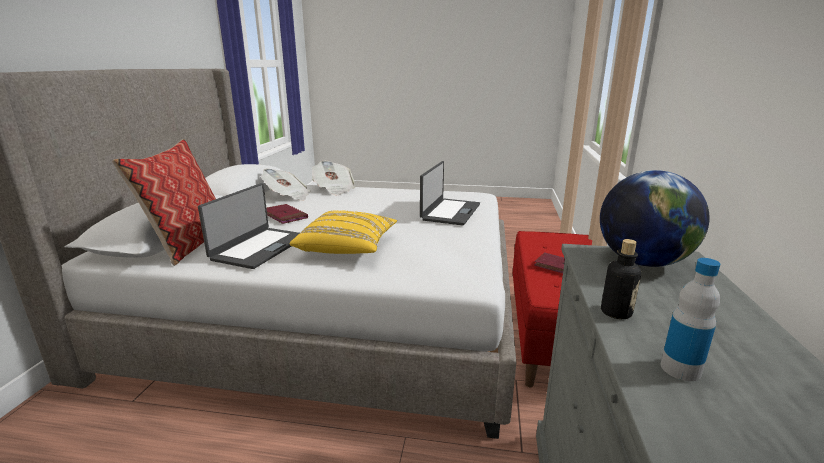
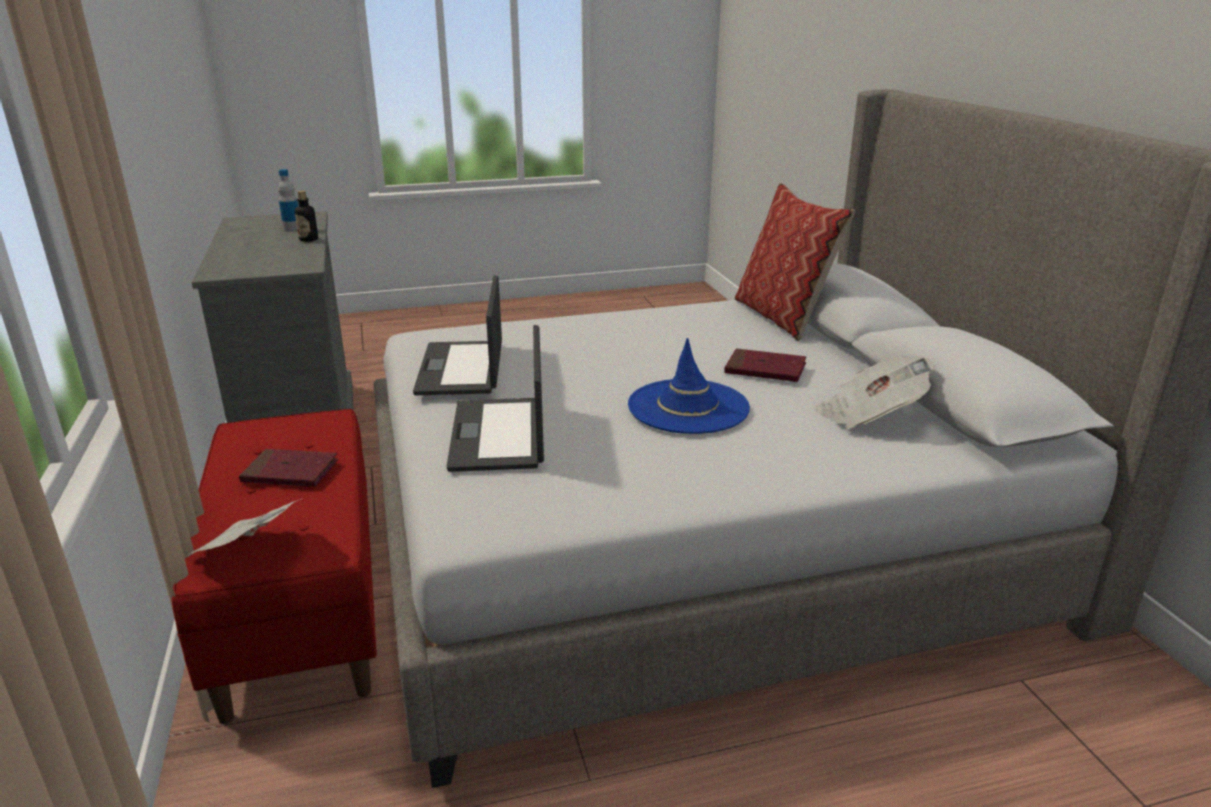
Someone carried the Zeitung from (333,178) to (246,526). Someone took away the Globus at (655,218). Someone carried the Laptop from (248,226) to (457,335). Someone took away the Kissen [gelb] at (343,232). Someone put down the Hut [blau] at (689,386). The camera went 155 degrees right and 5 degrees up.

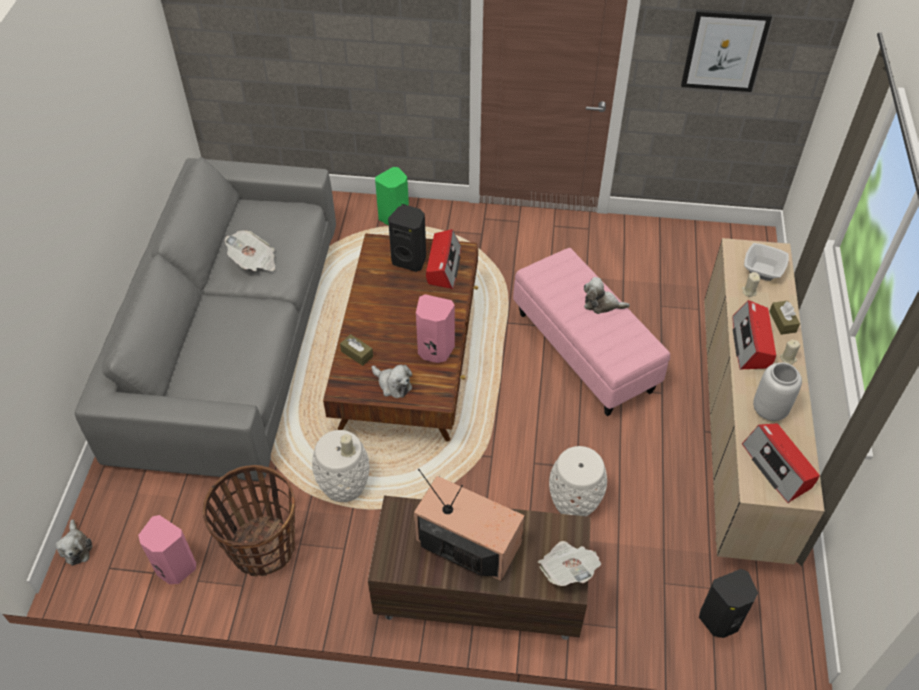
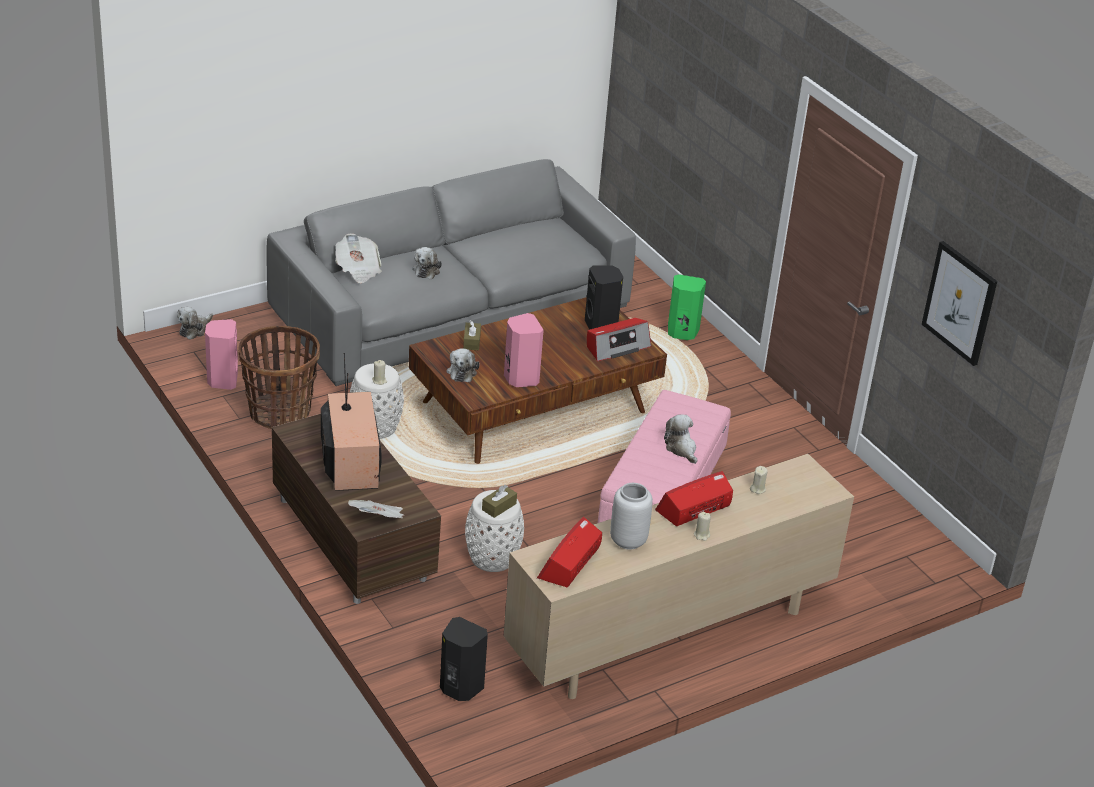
Someone carried the Zeitung from (250,250) to (358,258). Someone took away the Schüssel at (766,262). Someone carried the Taschentuchbox [braun] from (784,318) to (499,501). Someone put down the Plüschtier at (427,263). The camera went 50 degrees right and 15 degrees down.

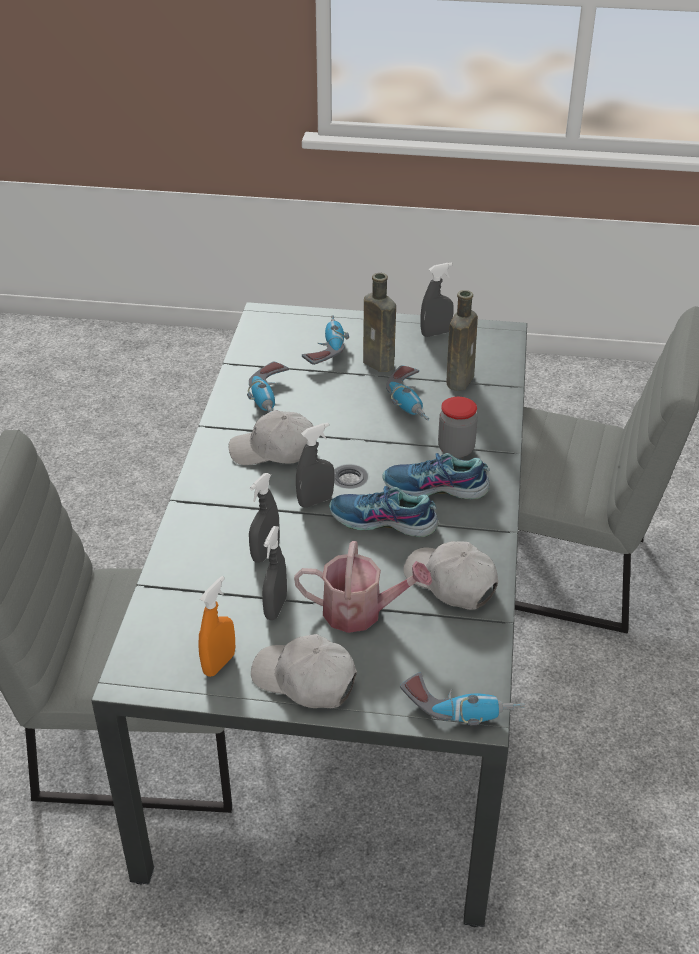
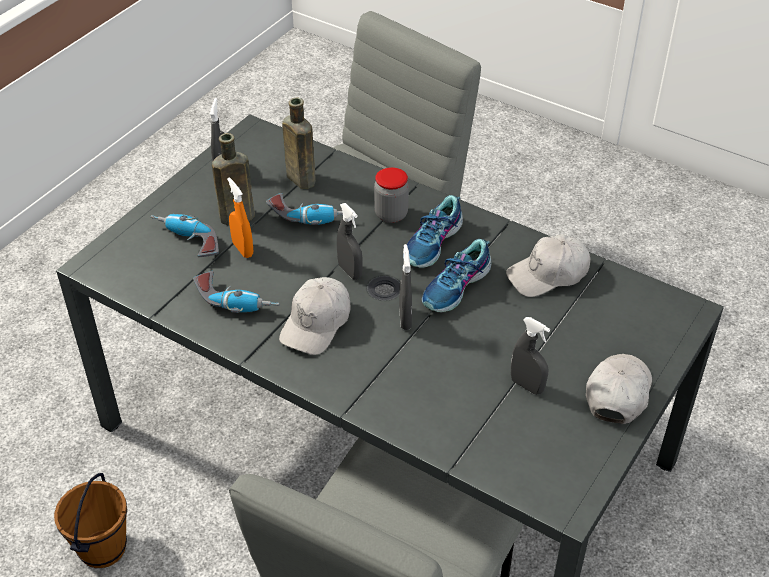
Someone carried the Sprühflasche [grau] from (264,518) to (350,241). Someone took away the Gießkanne at (363,587). Someone carried the Sprühflasche [orange] from (216,626) to (240,218). Someone rotated the Kappe [weiß] at (304,671) by 150 degrees clockwise. Someone took away the Bohrmaschine at (462,698). Someone put down the Eimer [braun] at (90,520). The camera went 65 degrees left and 5 degrees up.

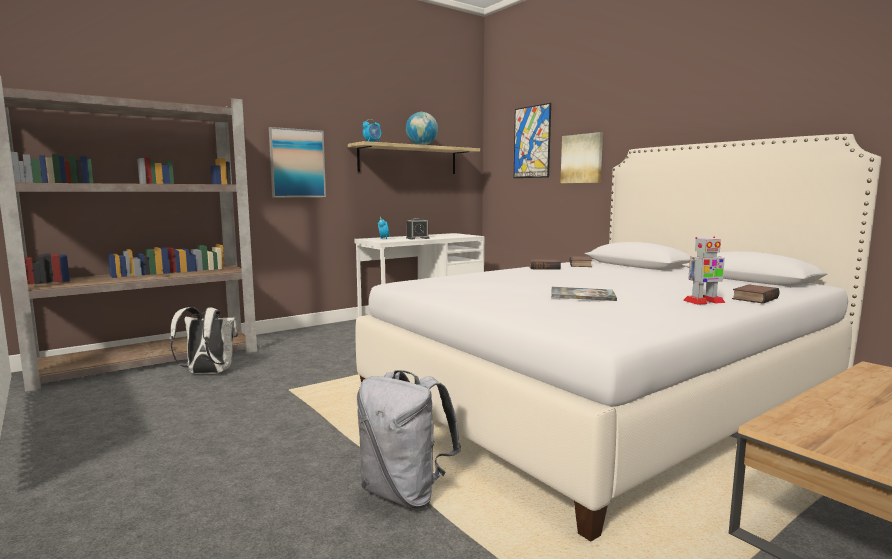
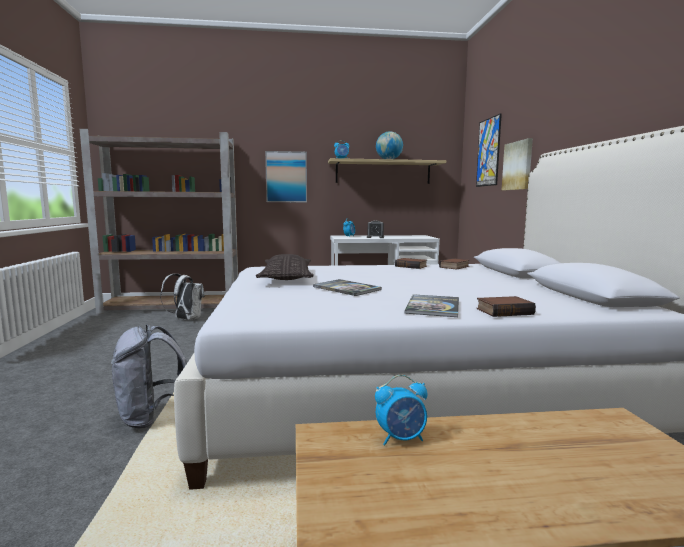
Someone swapped the Spielzeugroboter at (704,271) for the Buch at (432,305). Someone put down the Kissen at (285,267). Someone put down the Wecker at (401,410). The camera went 30 degrees right and 0 degrees up.

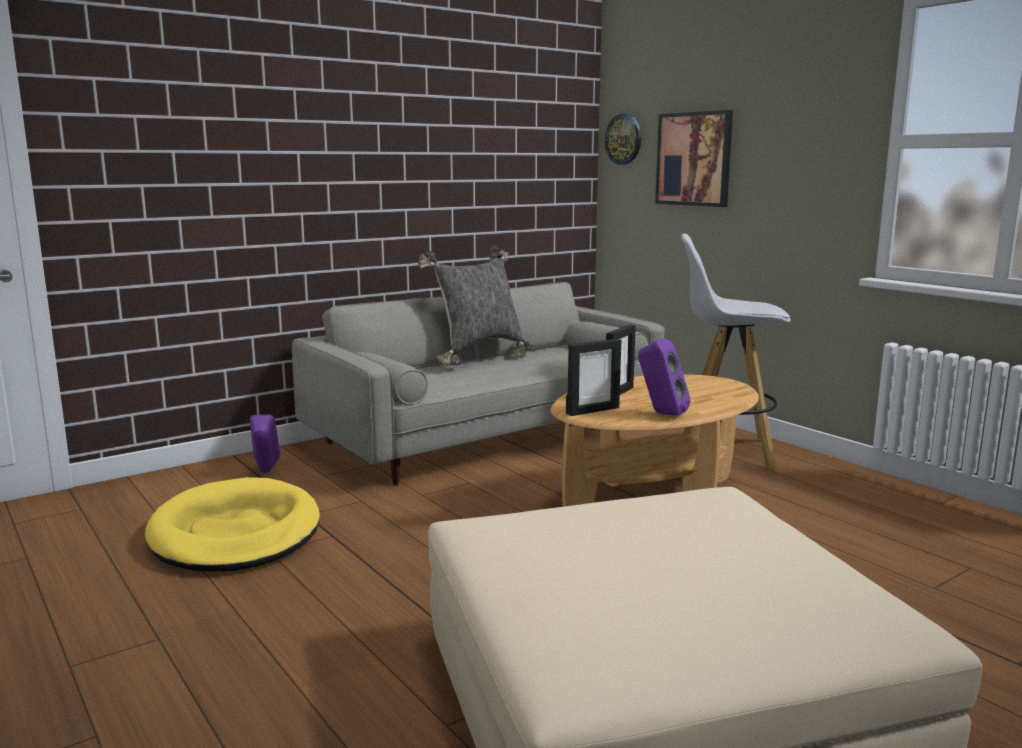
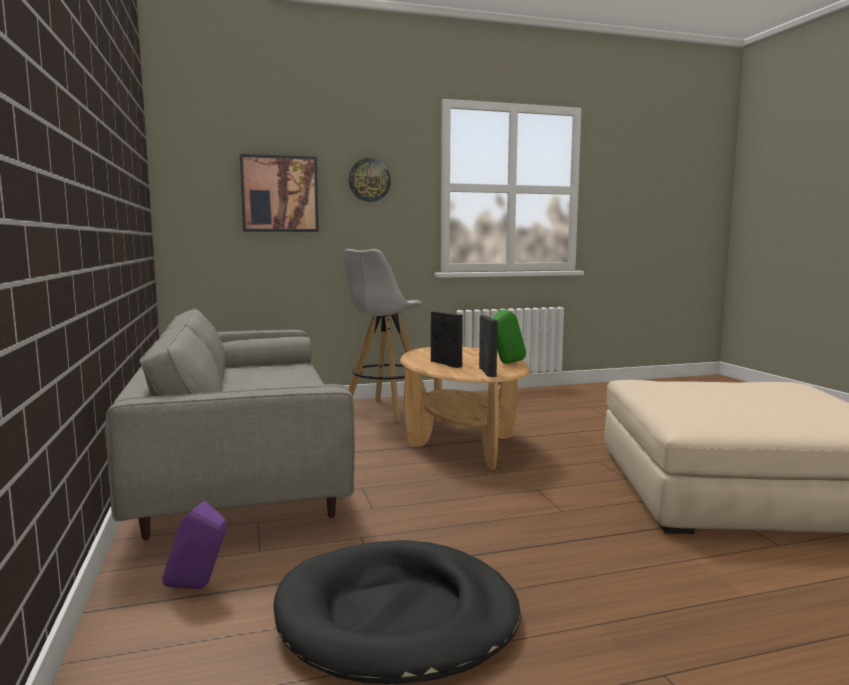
Someone carried the Wanduhr from (623,139) to (370,180). Someone took away the Kissen at (475,305). Someone repainted the Lautsprecher [lila] at (664,377), which became the Lautsprecher [grün] at (509,337). Someone repainted the Hundebett [gelb] at (232,524), which became the Hundebett [schwarz] at (397,612). The camera went 70 degrees left and 5 degrees down.

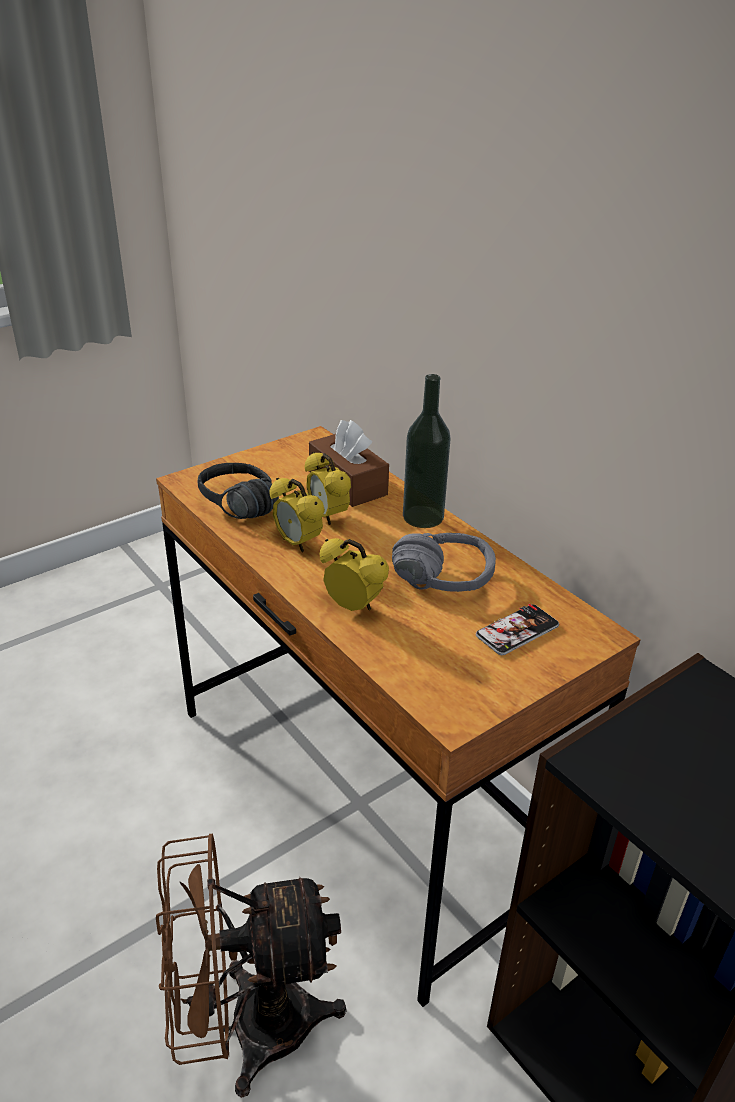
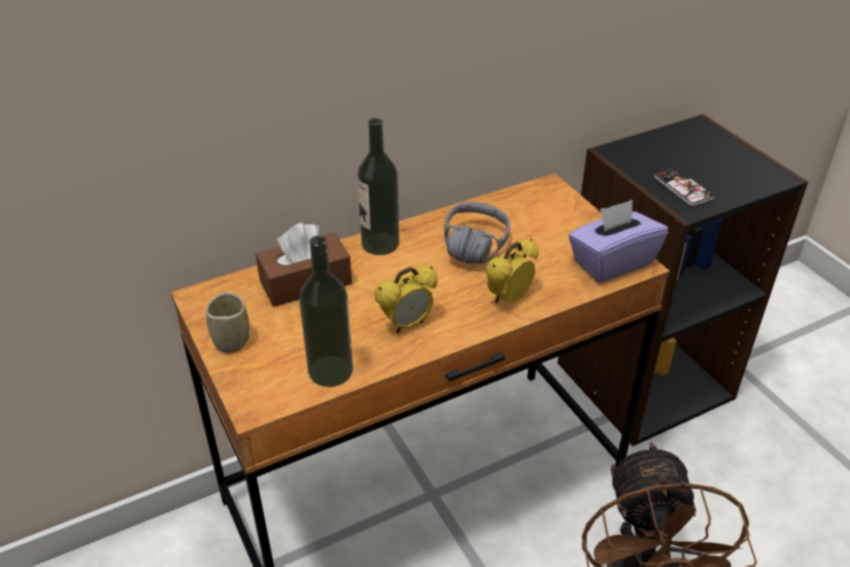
Someone took away the Wecker at (328,488). Someone swapped the Kopfhörer [schwarz] at (238,491) for the Flasche at (326,311). Someone carried the Handy from (517,629) to (684,187). Someone put down the Taschentuchbox [lila] at (618,241). Someone put down the Tasse at (227,323). The camera went 80 degrees left and 5 degrees up.

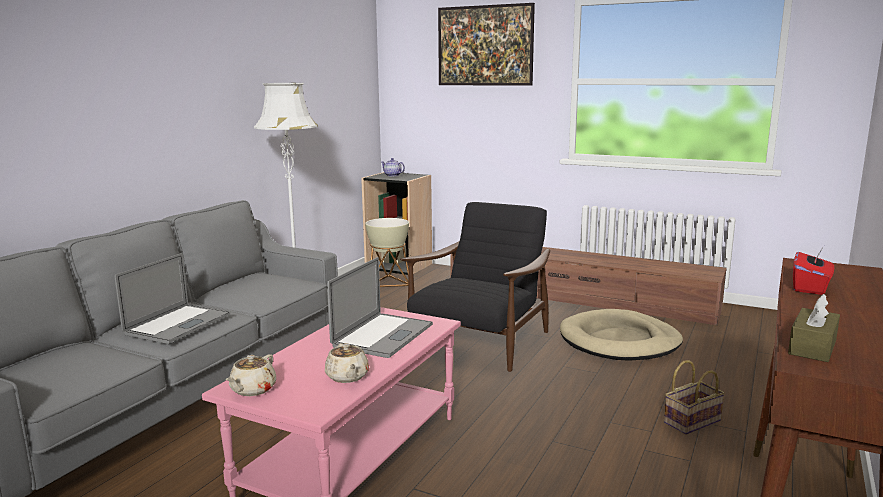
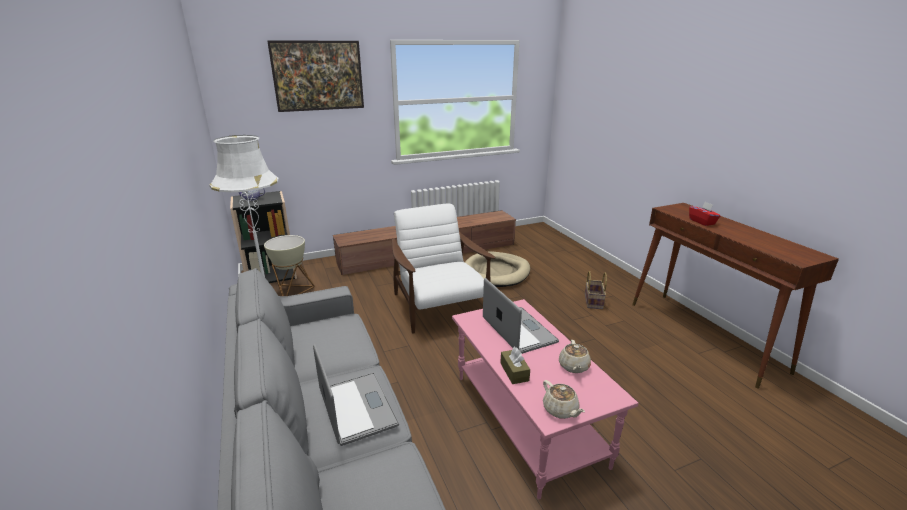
Someone repainted the Sessel [schwarz] at (475,287), which became the Sessel [weiß] at (444,268). Someone carried the Taschentuchbox [braun] from (814,328) to (515,365). Someone rotated the Teekanne [beige] at (347,363) by 75 degrees clockwise. The camera went 50 degrees left and 10 degrees up.

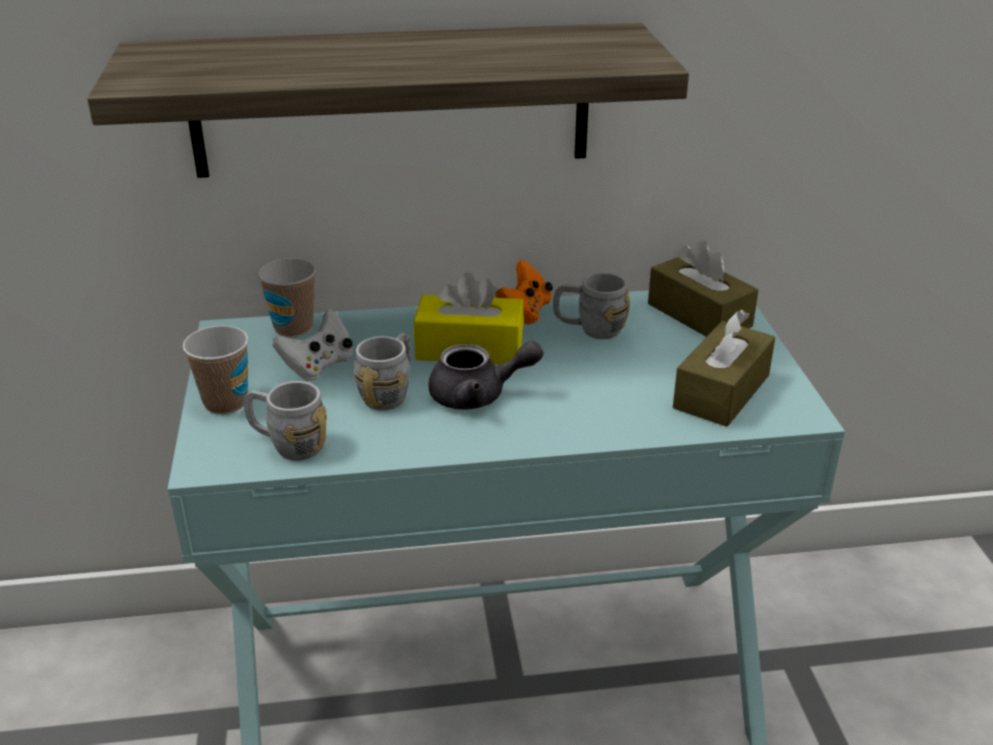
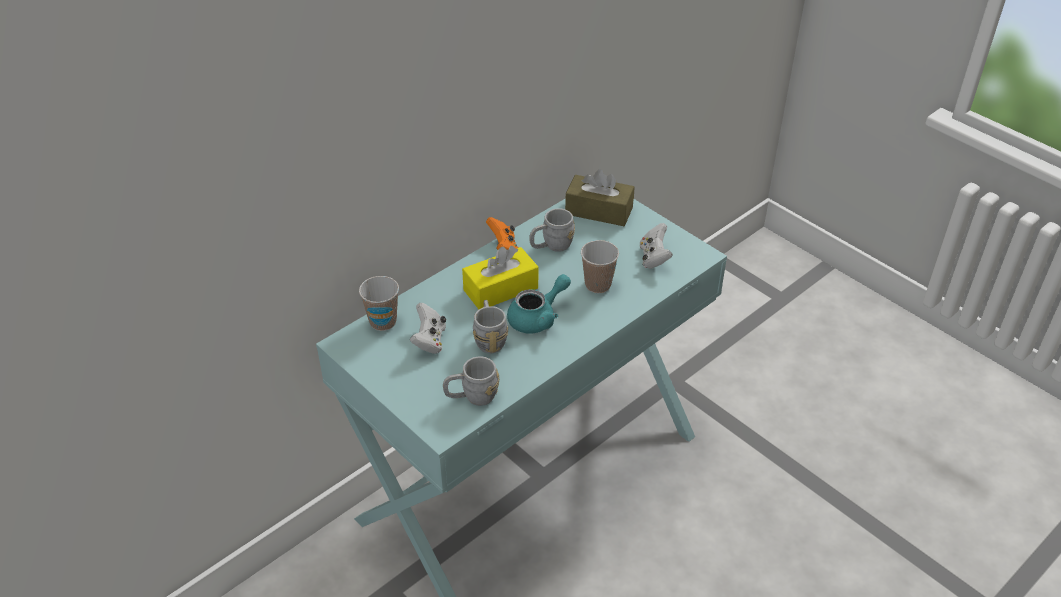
Someone took away the Wandregal at (388,100). Someone swapped the Taschentuchbox [braun] at (724,368) for the Gamepad [weiß] at (656,246). Someone carried the Tasse from (215,370) to (600,267). Someone repainted the Teekanne [grau] at (485,375), which became the Teekanne [türkis] at (539,304). The camera went 35 degrees left and 10 degrees up.

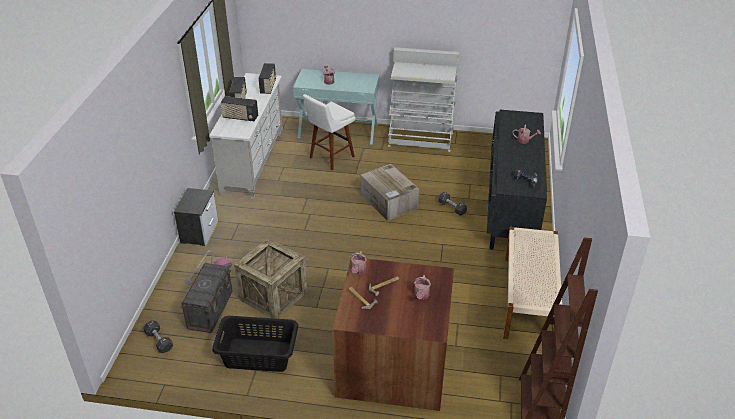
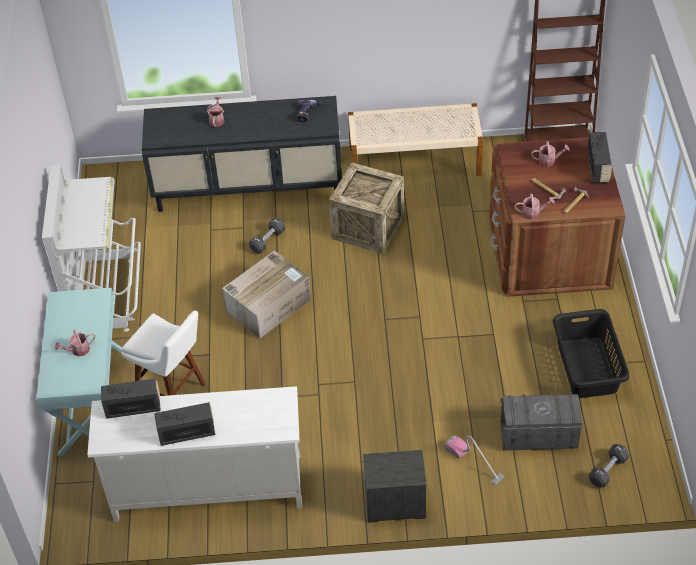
Someone carried the Radio from (239,108) to (599,157). Someone carried the Kiste from (270,278) to (366,208). The camera went 100 degrees left and 10 degrees up.

